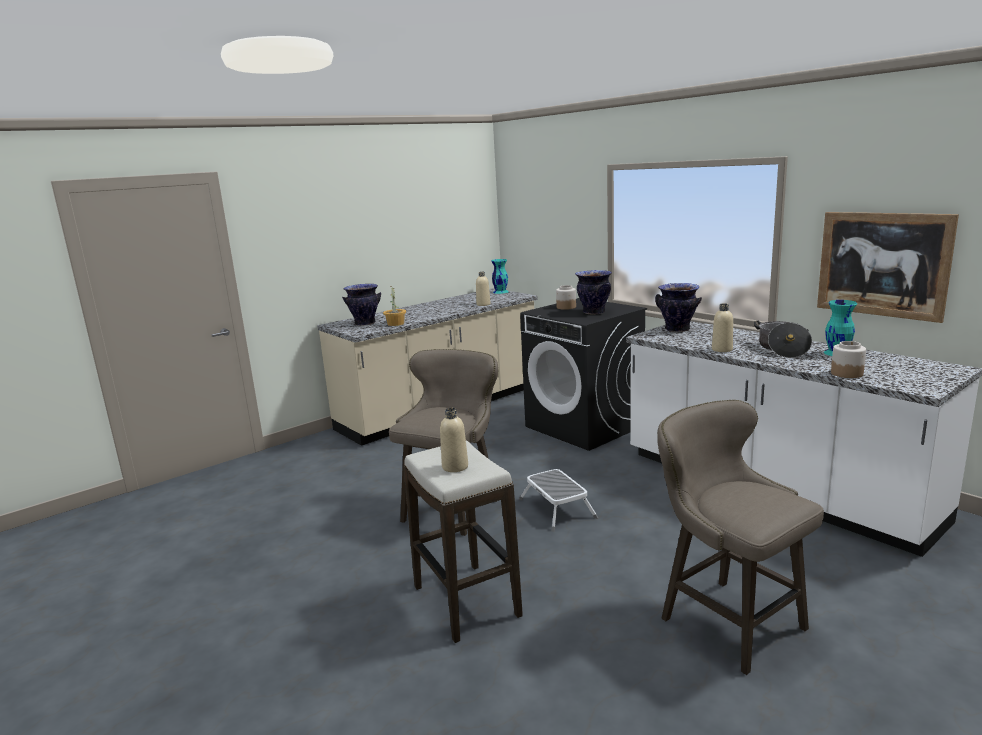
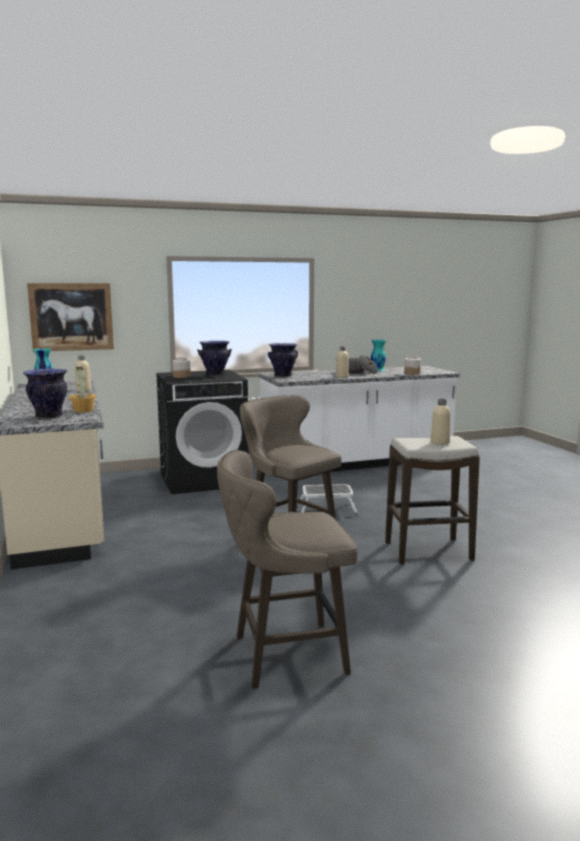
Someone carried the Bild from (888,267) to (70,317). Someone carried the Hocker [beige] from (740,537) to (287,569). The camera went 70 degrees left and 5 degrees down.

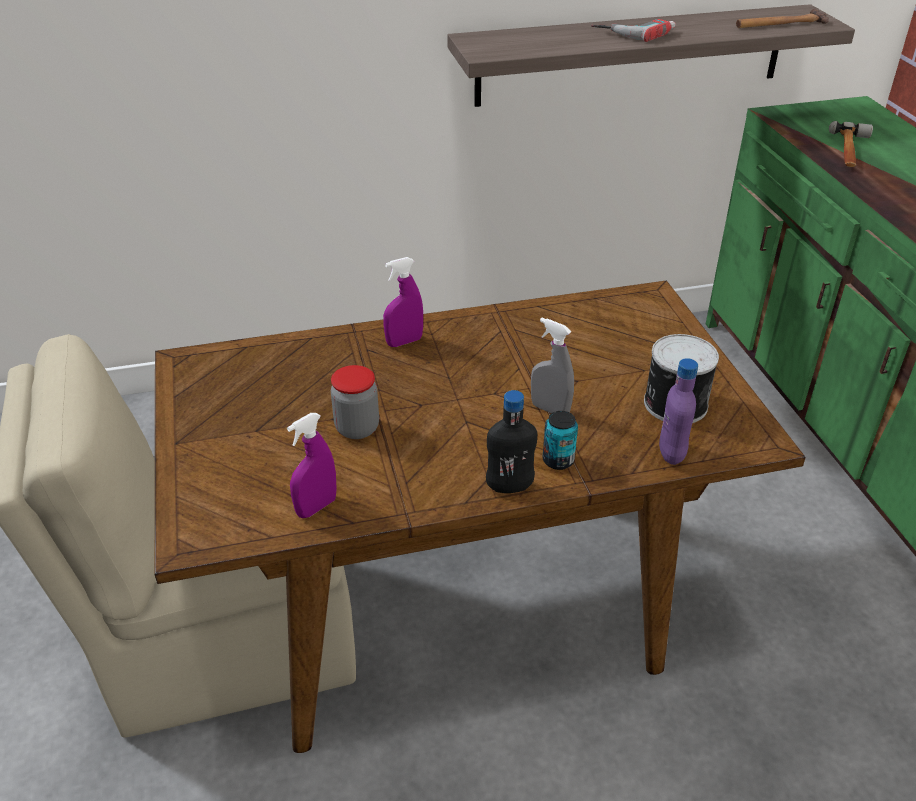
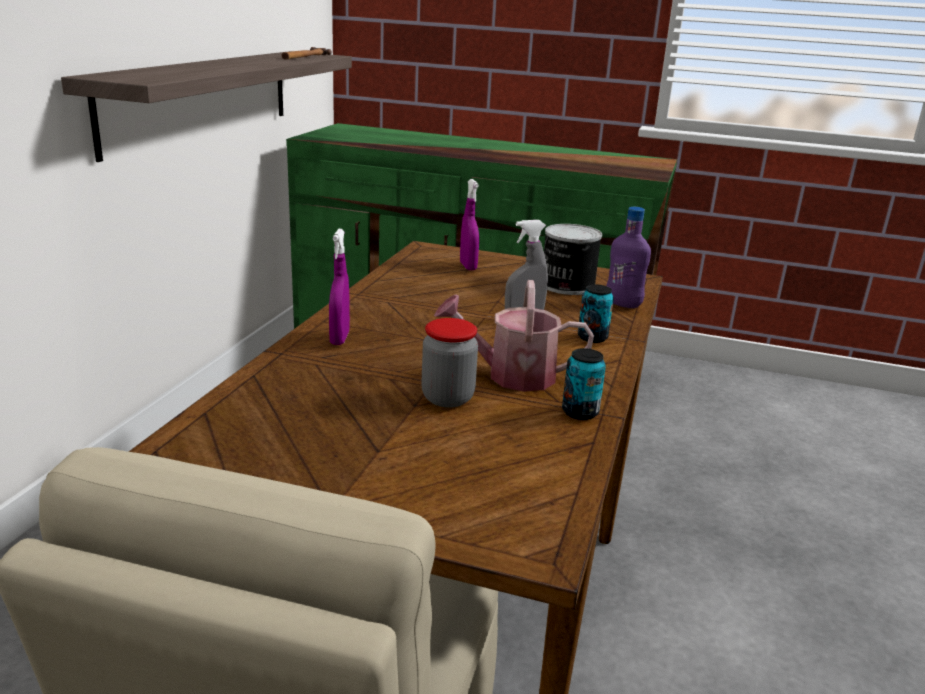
Someone took away the Bohrmaschine at (633,30). Someone took away the Hammer at (851,144). Someone took away the Flasche [schwarz] at (511,441). Someone carried the Sprühflasche [lila] from (311,465) to (469,224). Someone put down the Gießkanne at (514,336). Someone put down the Dose at (584,384). The camera went 60 degrees left and 15 degrees down.

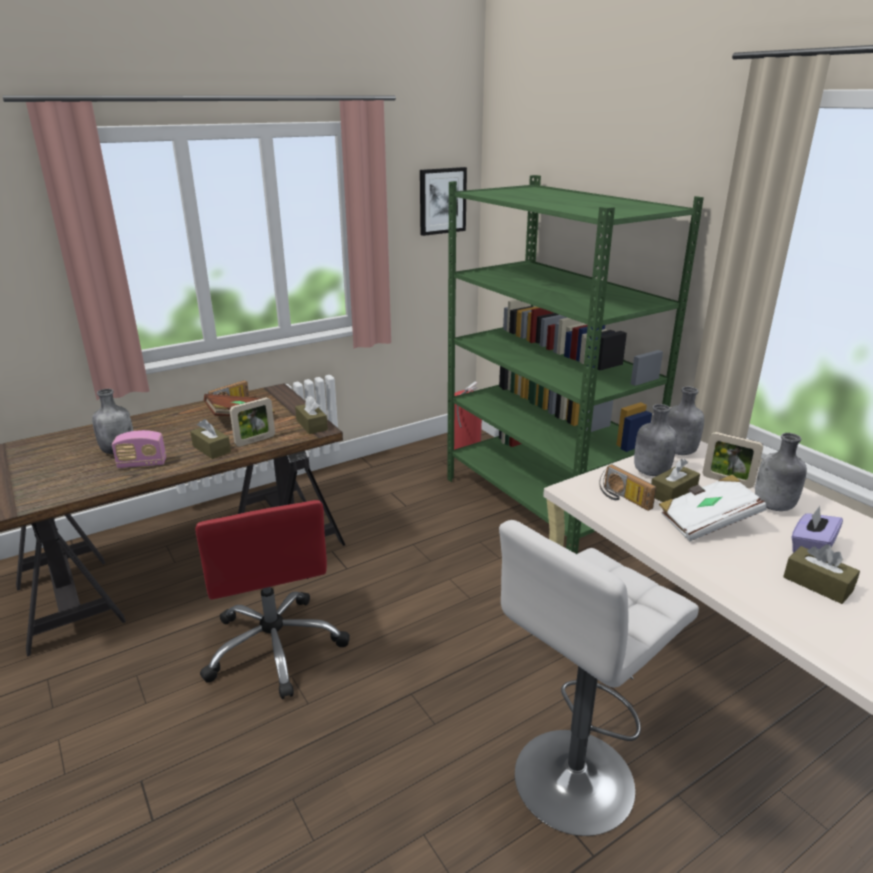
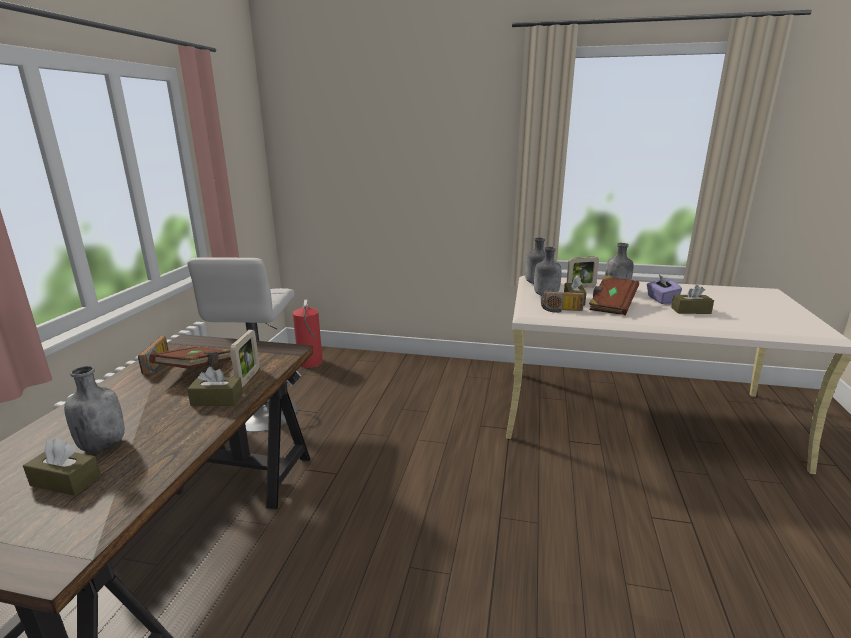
Someone took away the Bild at (443,201). Someone took away the Bücherregal [grün] at (575,364). Someone carried the Taschentuchbox [braun] from (311,415) to (62,467). Someone took away the Radio at (139,449). Someone repainted the Buch [weiß] at (712,508), which became the Buch [braun] at (614,295). Someone took away the Bürostuhl [rot] at (272,599). Someone carried the Hocker [weiß] from (599,678) to (242,344). The camera went 45 degrees left and 5 degrees down.

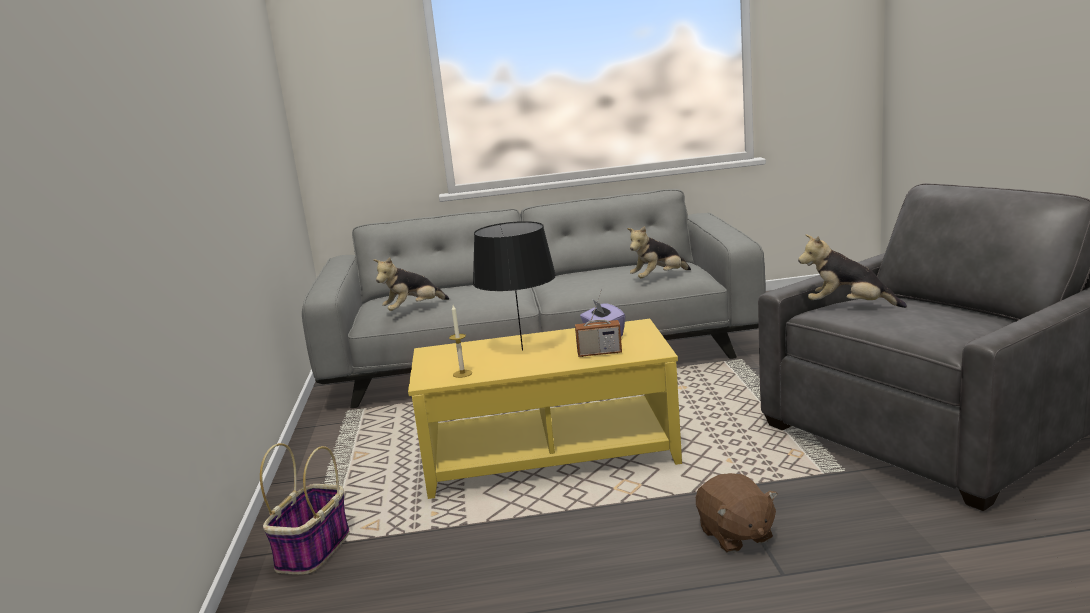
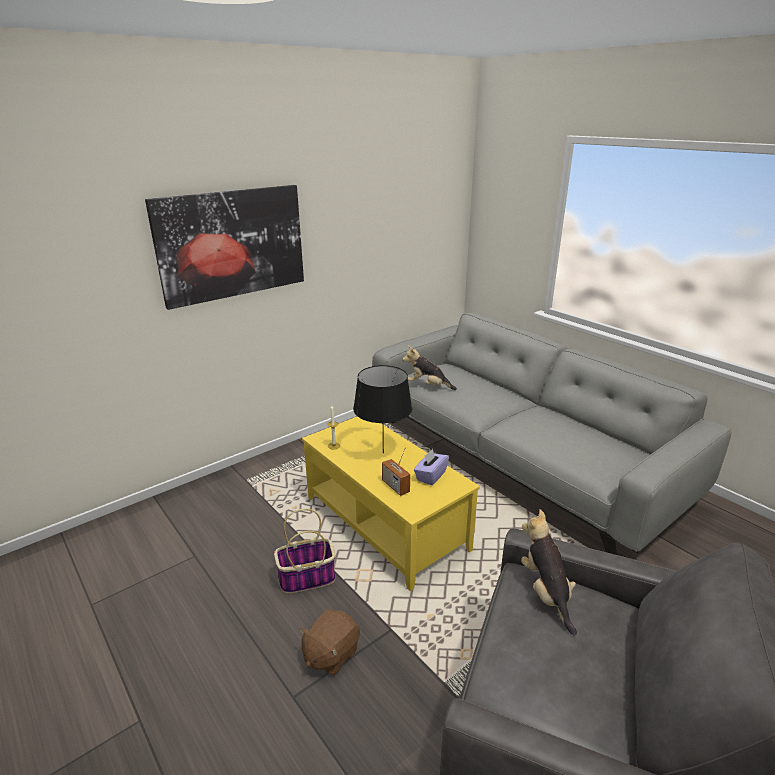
Someone took away the Plüschtier at (659,252). Someone carried the Korb from (305,508) to (304,551). Someone put up the Bild at (224,247). The camera went 55 degrees right and 10 degrees up.

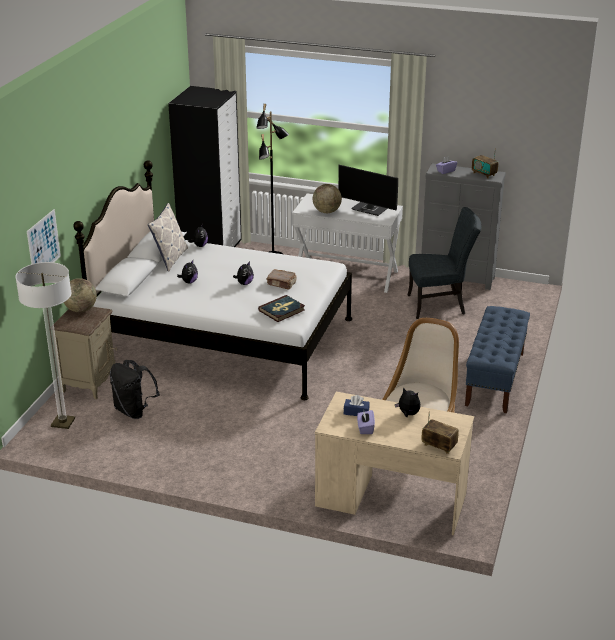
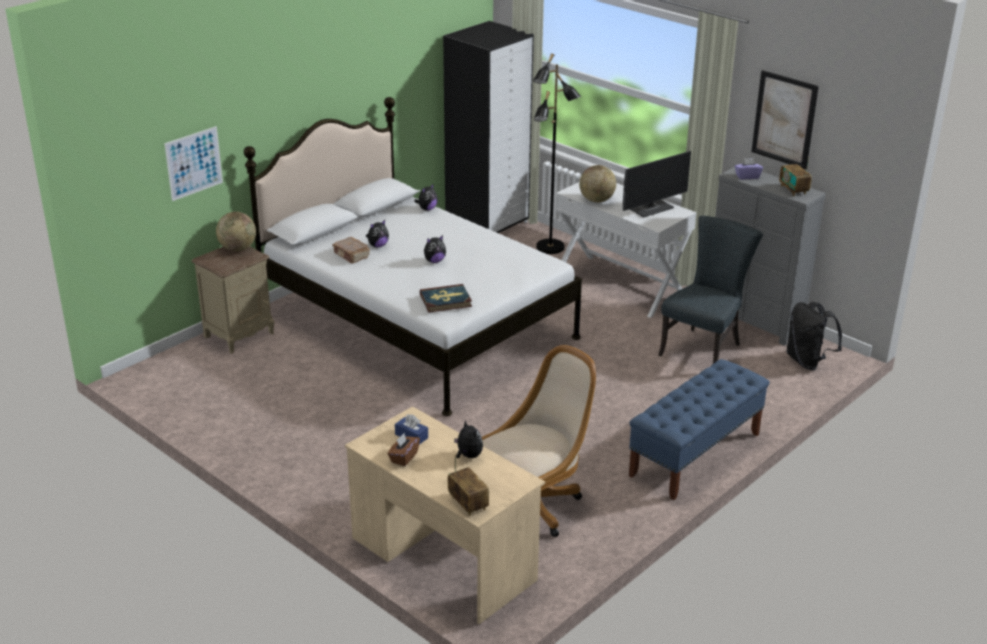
Someone rotated the Monitor at (368,190) by 90 degrees counterclockwise. Someone took away the Kissen at (168,237). Someone rotated the Stuhl [grau] at (445,263) by 75 degrees counterclockwise. Someone took away the Stehlampe at (45,345). Someone carried the Buch [braun] from (281,279) to (351,250). Someone carried the Rucksack [schwarz] from (135,389) to (814,336). Someone repainted the Taschentuchbox [lila] at (366,422), which became the Taschentuchbox [braun] at (404,449). Someone put up the Bild at (785,120). The camera went 25 degrees right and 0 degrees up.

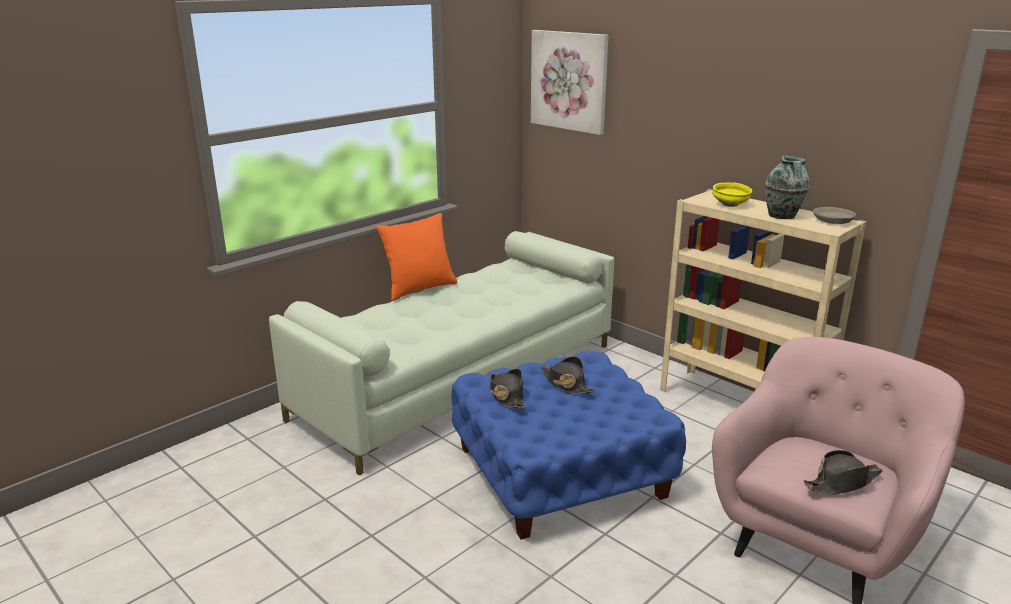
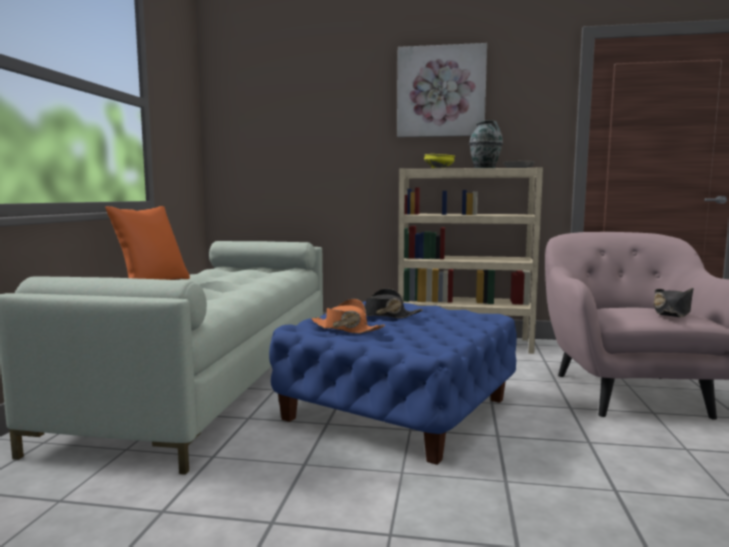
Someone carried the Bild from (570,82) to (442,90). Someone repainted the Hut [schwarz] at (508,388), which became the Hut [orange] at (348,316). The camera went 35 degrees left and 15 degrees down.

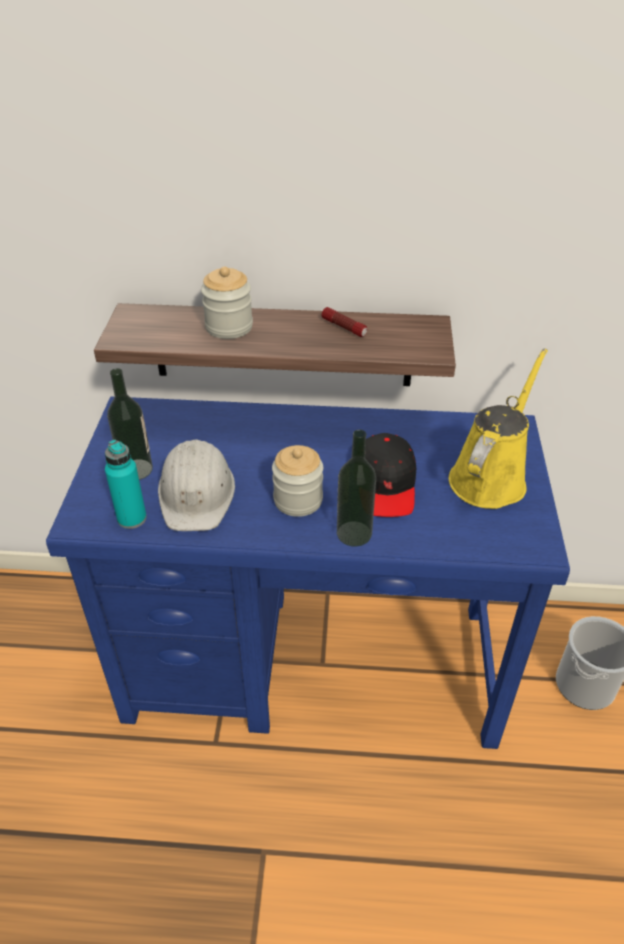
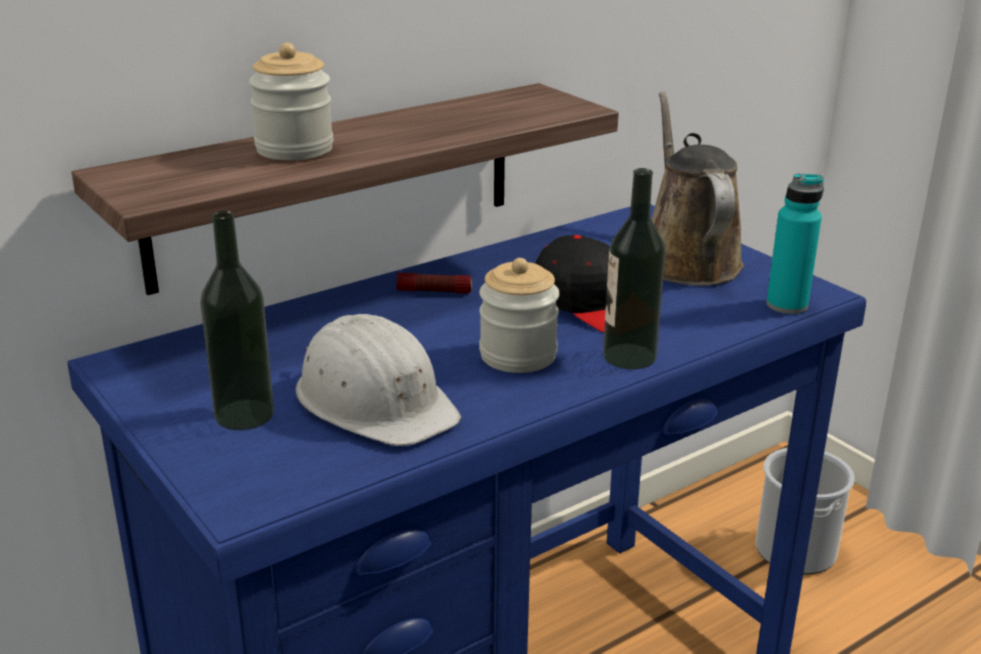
Someone carried the Taschenlampe from (344,322) to (434,283). Someone repainted the Gießkanne [gelb] at (498,429), which became the Gießkanne [braun] at (697,188). Someone carried the Flasche [türkis] from (126,484) to (795,244). The camera went 40 degrees left and 15 degrees down.

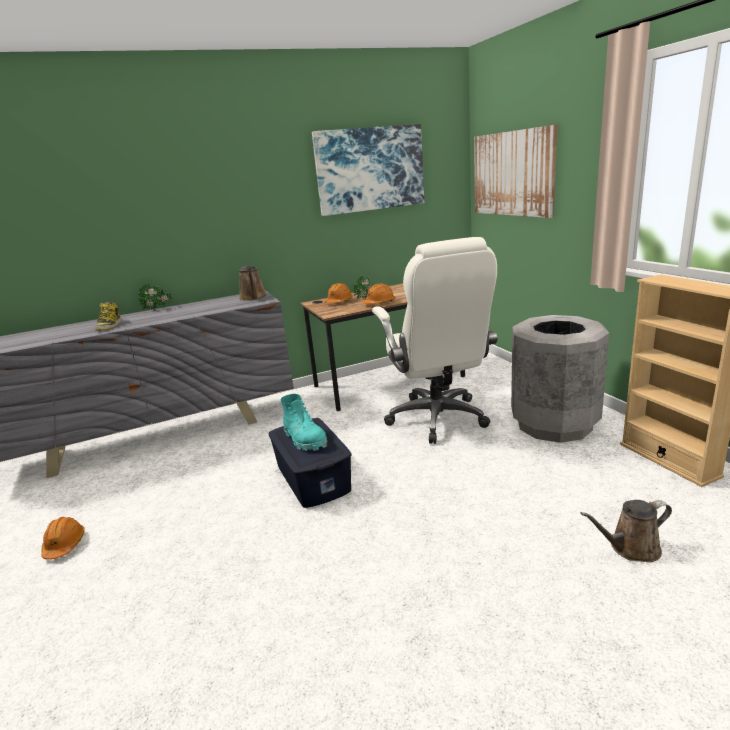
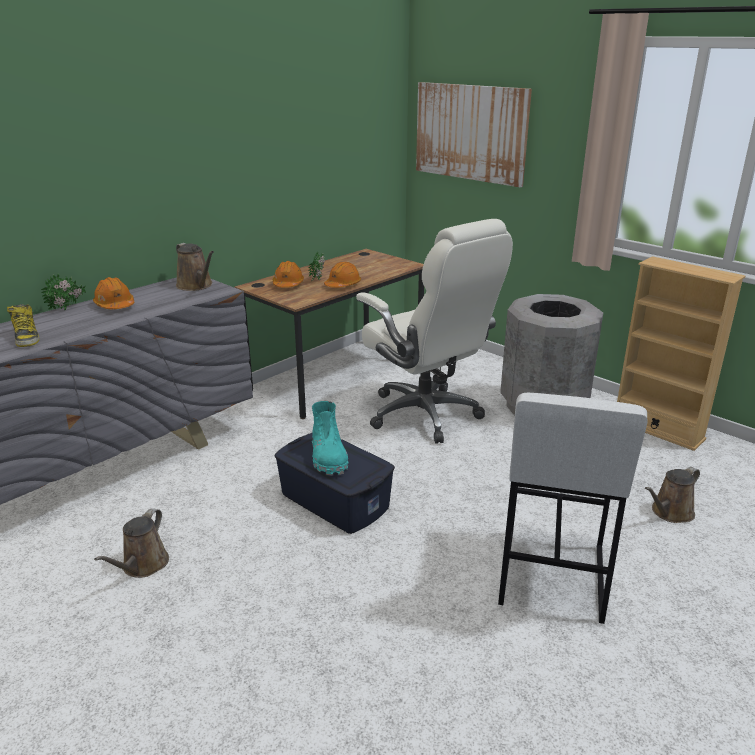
Someone took away the Bild at (368,170). Someone rotated the Stiefel [türkis] at (304,422) by 45 degrees clockwise. Someone carried the Schutzhelm [orange] from (63,538) to (113,293). Someone put down the Hocker [weiß] at (573,508). Someone put down the Gießkanne [braun] at (131,543). The camera went 25 degrees left and 5 degrees up.

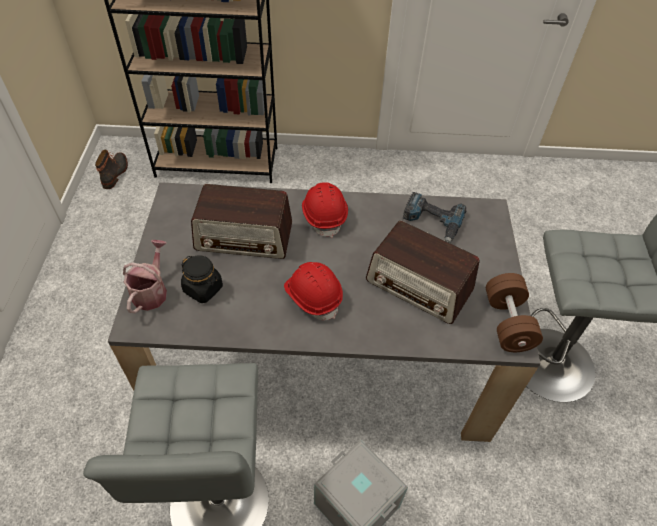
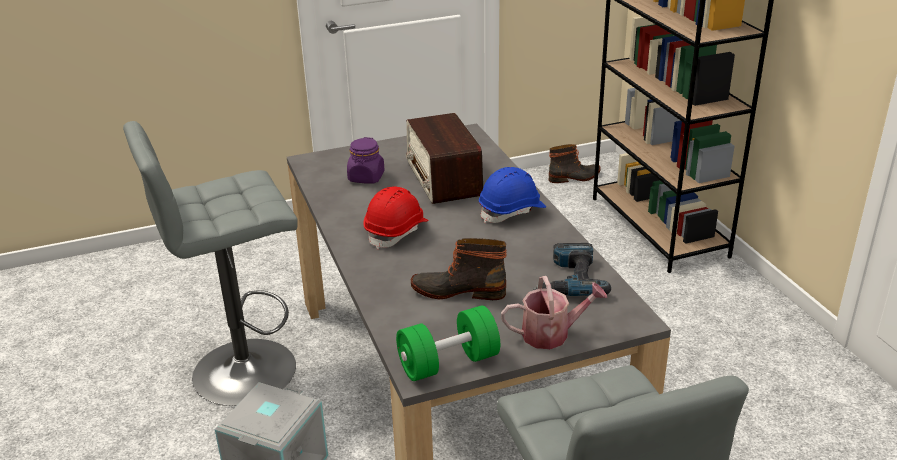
Someone repainted the Schutzhelm [rot] at (325,210), which became the Schutzhelm [blau] at (512,195). Someone swapped the Radio at (423,272) for the Stiefel at (459,269). Someone carried the Gießkanne from (145,276) to (554,312). Someone repainted the Vorratsglas [schwarz] at (202,279), which became the Vorratsglas [lila] at (366,160). Someone repainted the Hantel [braun] at (514,312), which became the Hantel [grün] at (448,343). The camera went 70 degrees right and 20 degrees down.

